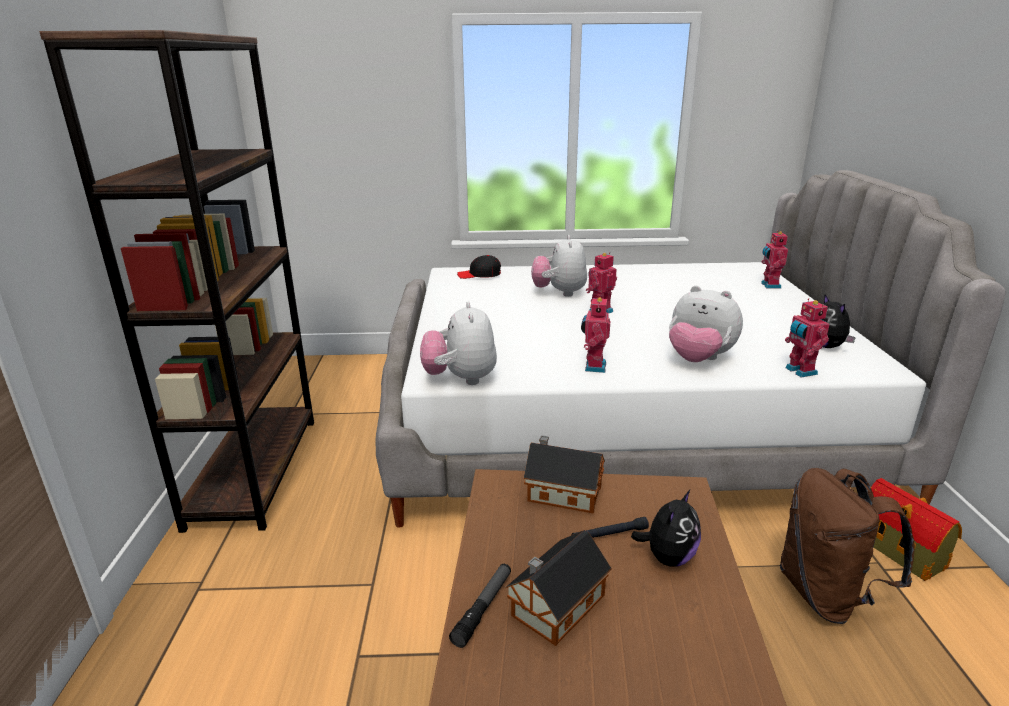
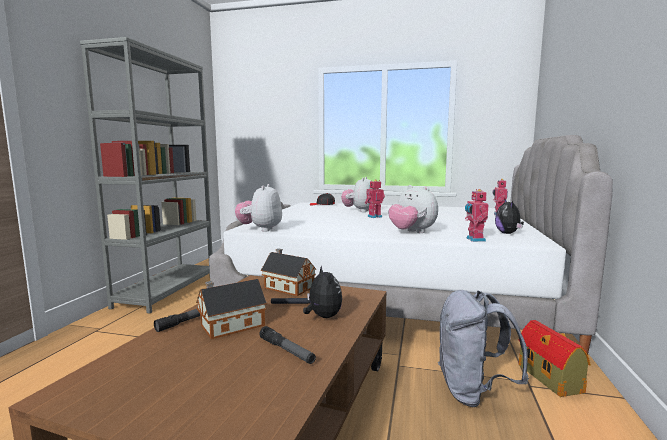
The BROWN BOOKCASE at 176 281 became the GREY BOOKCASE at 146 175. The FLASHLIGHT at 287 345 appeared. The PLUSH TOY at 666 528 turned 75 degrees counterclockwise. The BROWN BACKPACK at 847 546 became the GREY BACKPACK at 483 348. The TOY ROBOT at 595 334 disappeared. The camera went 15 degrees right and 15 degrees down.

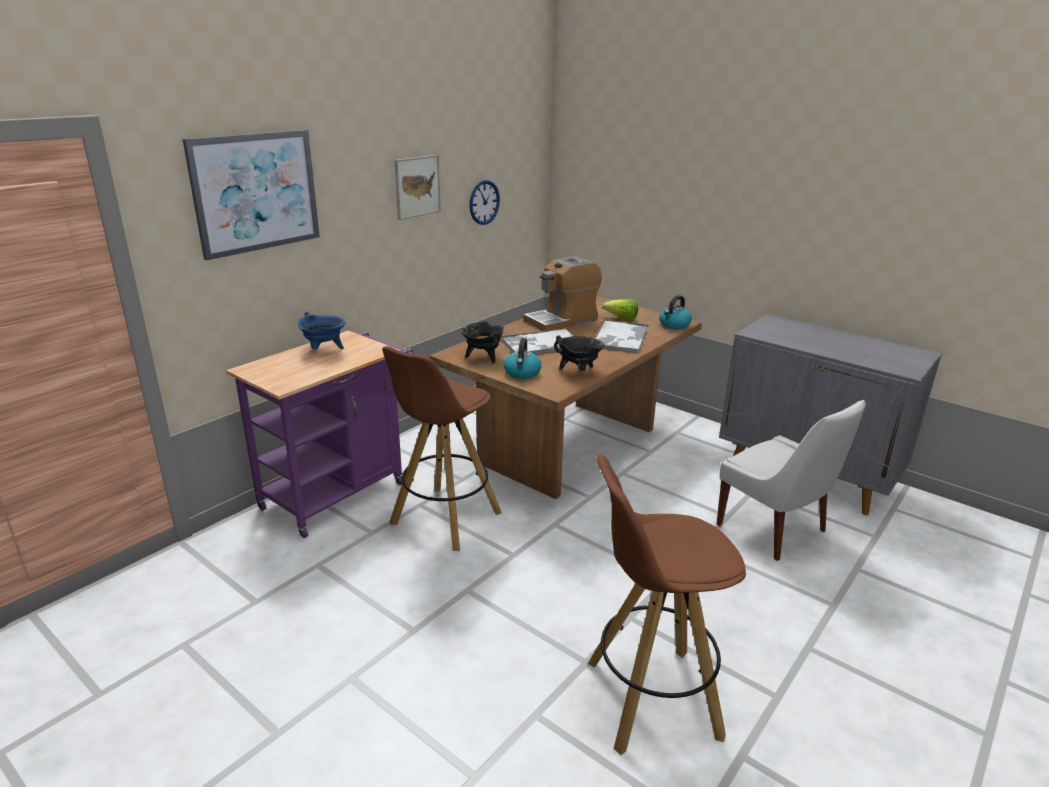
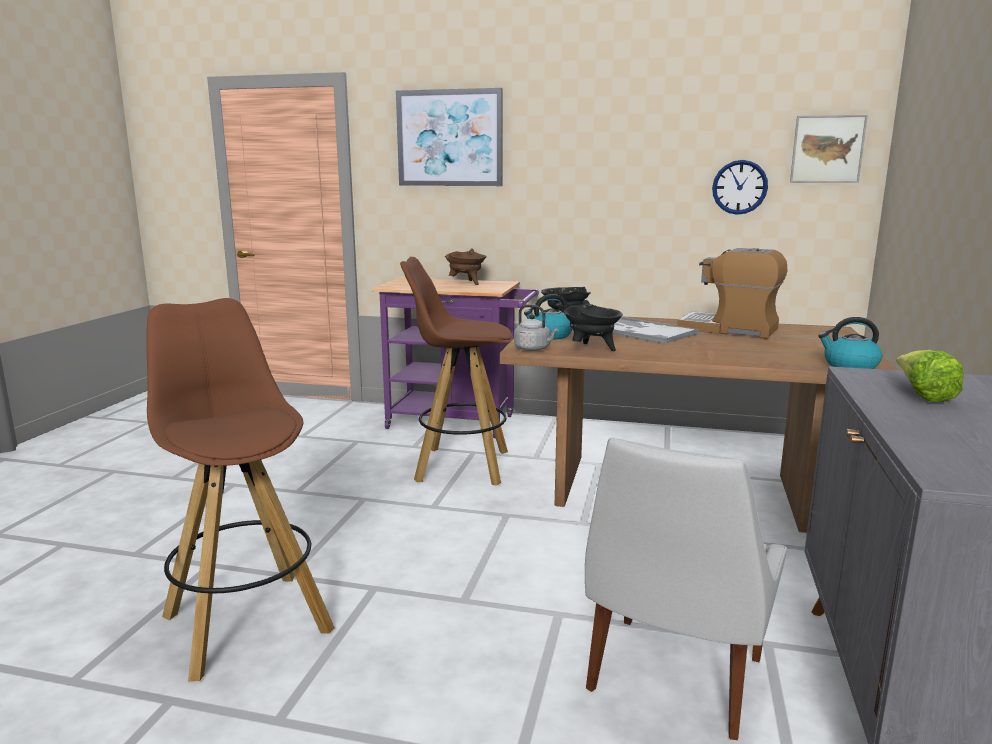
The BLUE COOKING POT at 322 330 became the BROWN COOKING POT at 466 266. The GREY KETTLE at 536 328 appeared. The PICTURE moved from 418 187 to 829 149. The LETTUCE moved from 620 310 to 930 376. The TRAY at 622 336 disappeared. The camera went 65 degrees right and 10 degrees down.

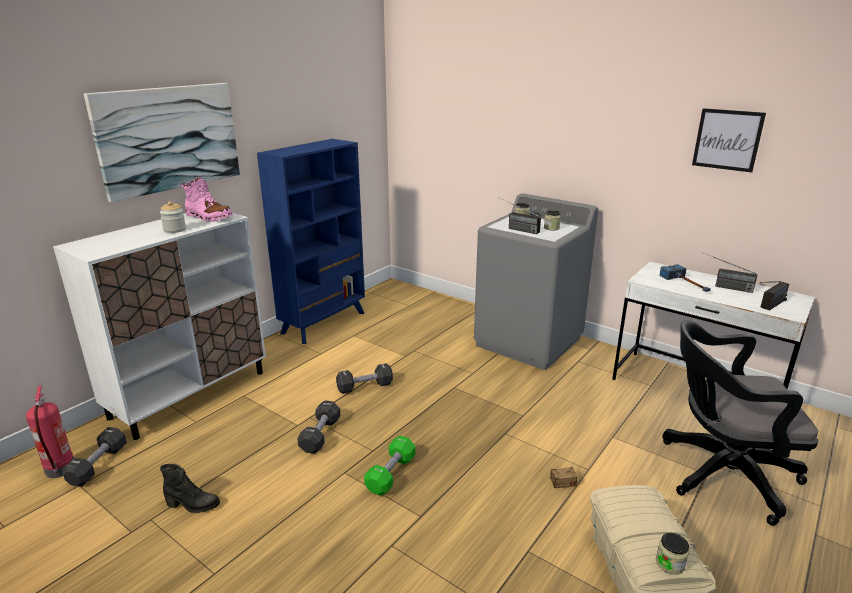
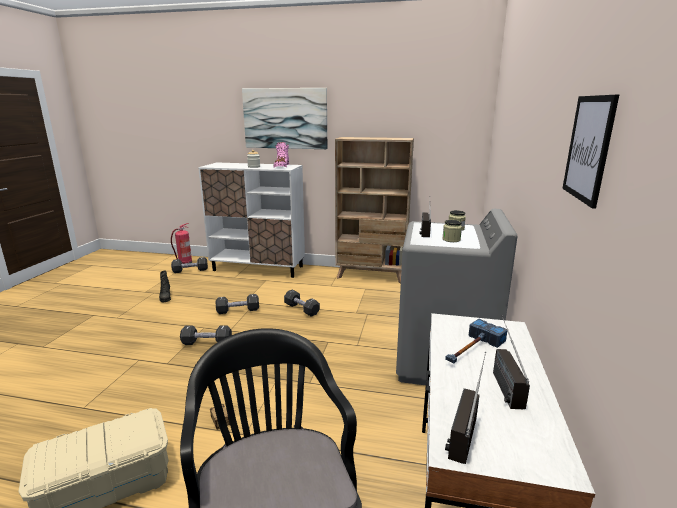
The GREEN DUMBBELL at 390 466 became the BLACK DUMBBELL at 206 335. The BLUE BOOKCASE at 311 241 became the BEIGE BOOKCASE at 374 210. The RADIO at 774 295 turned 90 degrees clockwise. The JAR at 672 554 disappeared. The camera went 65 degrees right and 5 degrees down.

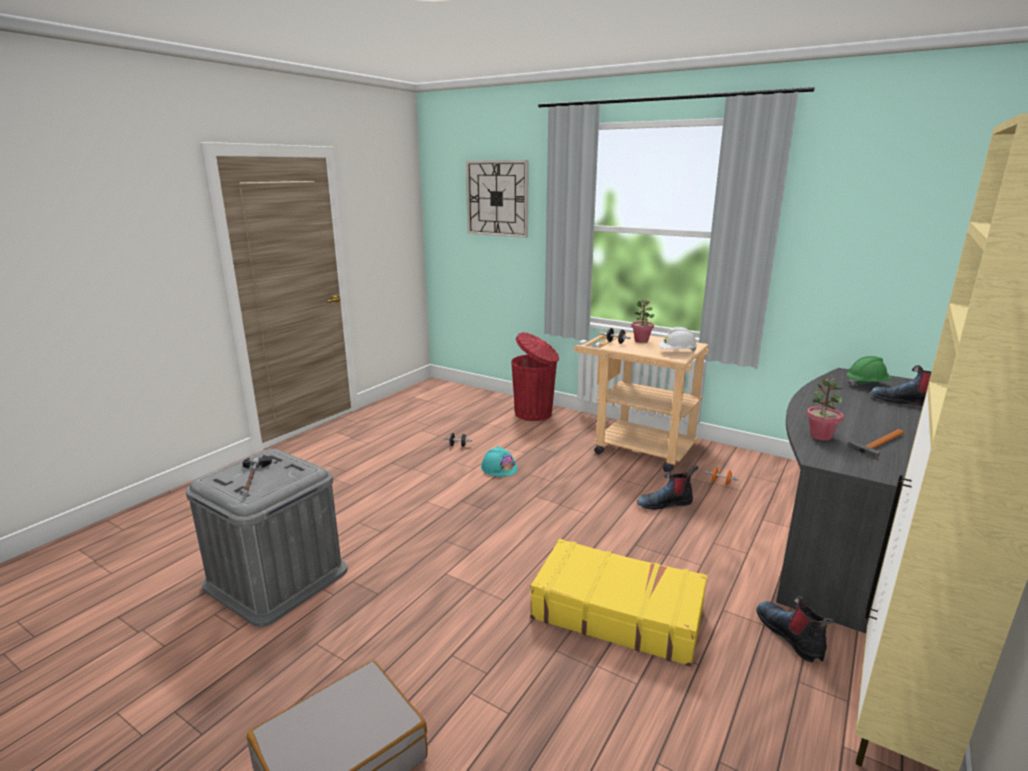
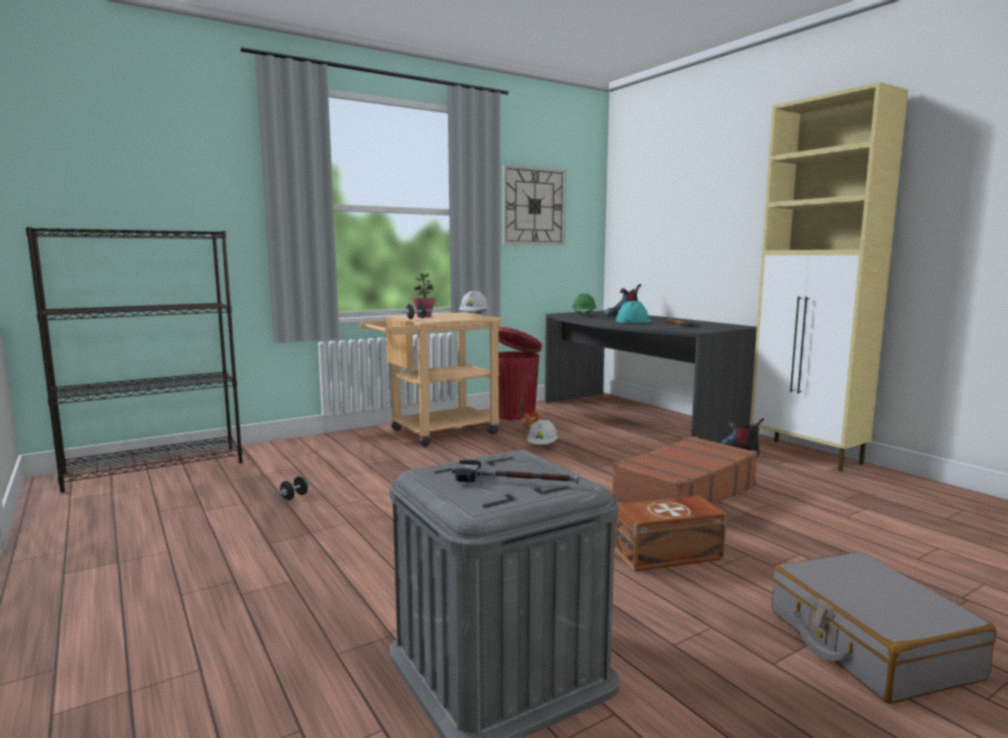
The BLACK BOOKCASE at 133 359 appeared. The RED TRASH CAN moved from 535 376 to 520 373. The WALL CLOCK moved from 497 199 to 534 205. The BOOT at 667 488 was replaced by the WHITE HARD HAT at 542 432. The YELLOW SUITCASE at 618 603 became the BROWN SUITCASE at 685 470. The BROWN STORAGE BOX at 670 534 appeared. The TURQUOISE HARD HAT moved from 499 461 to 634 312. The POTTED PLANT at 825 408 disappeared. The camera went 65 degrees left and 10 degrees down.

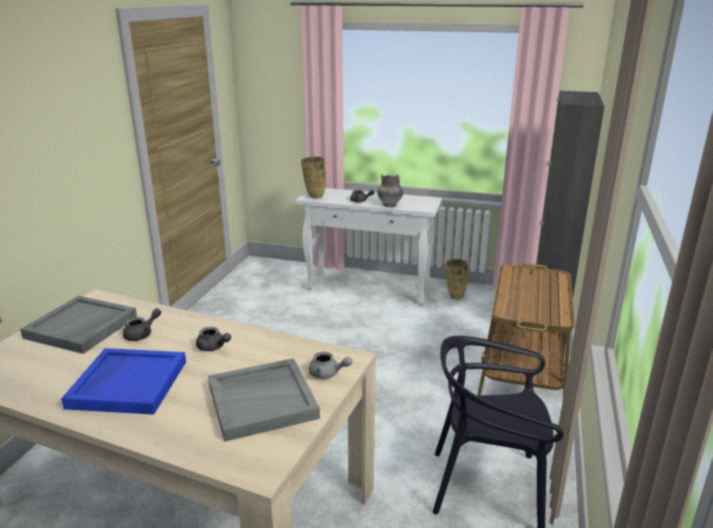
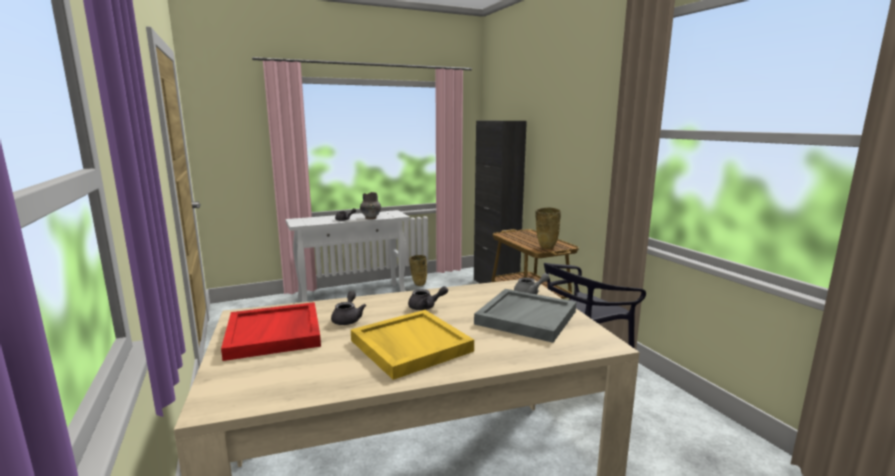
The GREY TRAY at 78 325 became the RED TRAY at 271 331. The BLUE TRAY at 123 381 became the YELLOW TRAY at 412 345. The BEIGE VASE moved from 313 177 to 548 228. The camera went 40 degrees left and 10 degrees down.

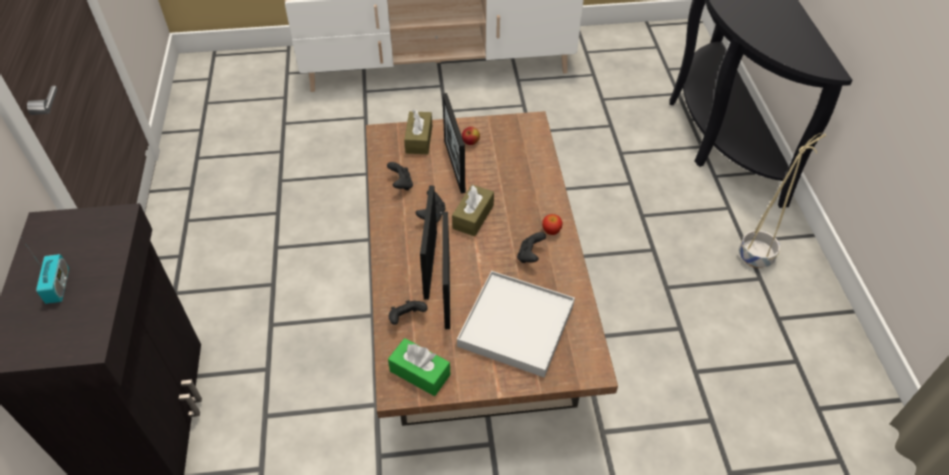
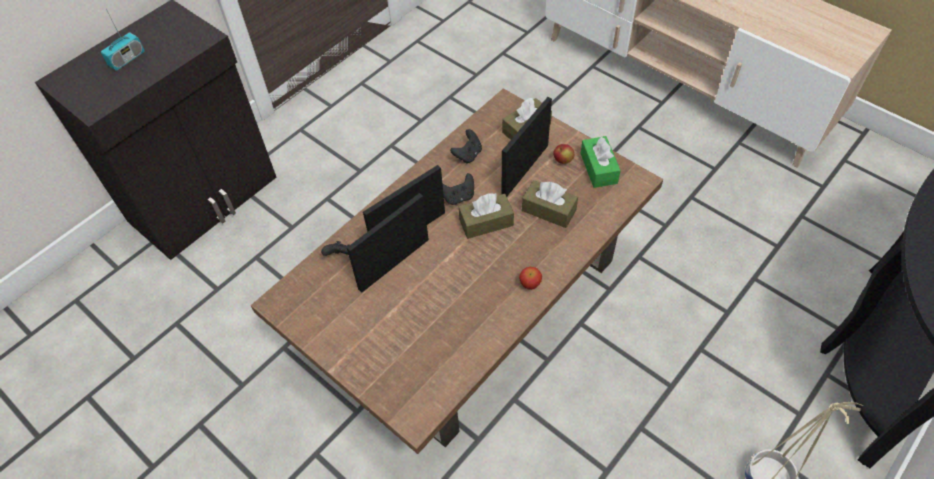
The BROWN TISSUE BOX at 550 204 appeared. The GREEN TISSUE BOX moved from 419 367 to 601 162. The WHITE TRAY at 516 324 disappeared. The BLACK GAME CONTROLLER at 531 247 disappeared. The camera went 50 degrees right and 5 degrees up.

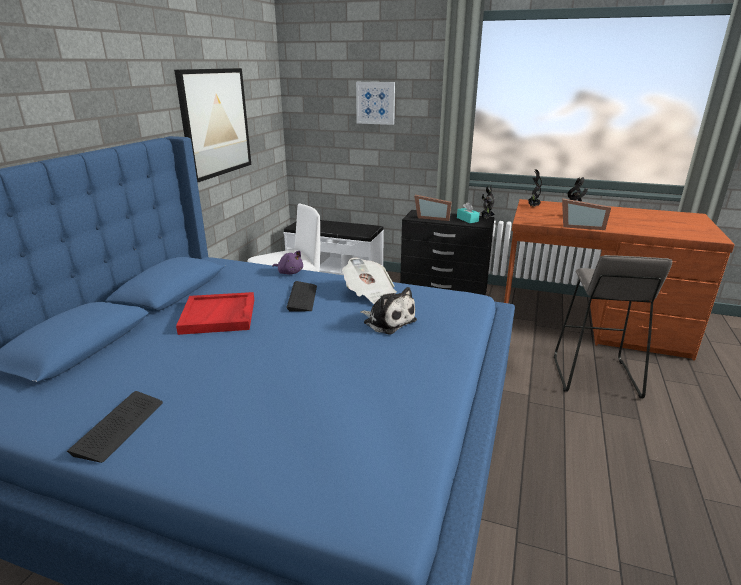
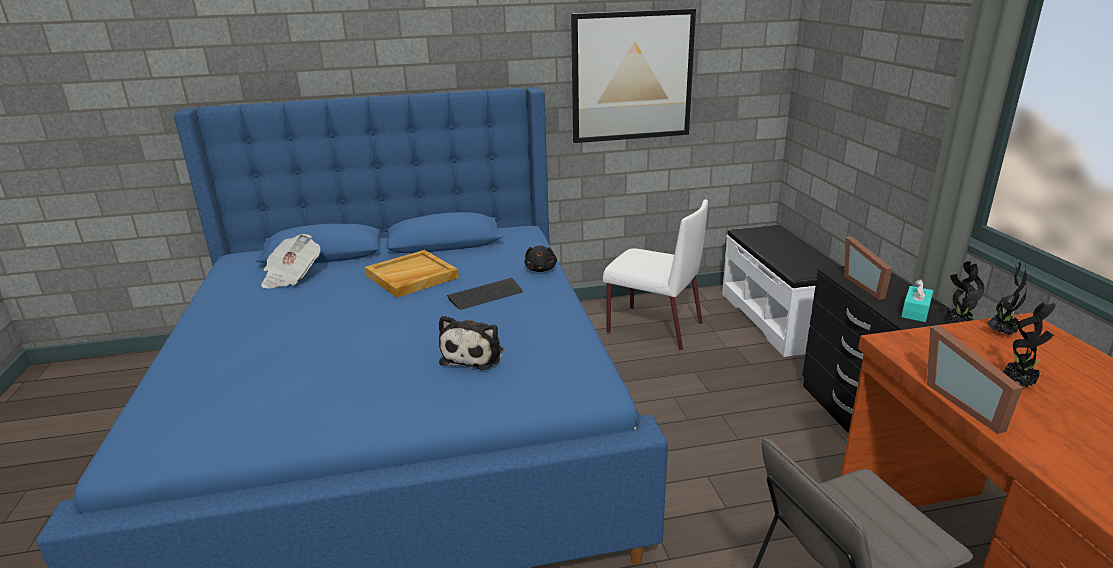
The NEWSPAPER moved from 369 281 to 290 261. The RED TRAY at 215 313 became the BEIGE TRAY at 412 274. The PURPLE PLUSH TOY at 287 263 became the BLACK PLUSH TOY at 540 259. The KEYBOARD at 115 427 disappeared. The PICTURE at 375 103 disappeared. The camera went 60 degrees right and 0 degrees up.

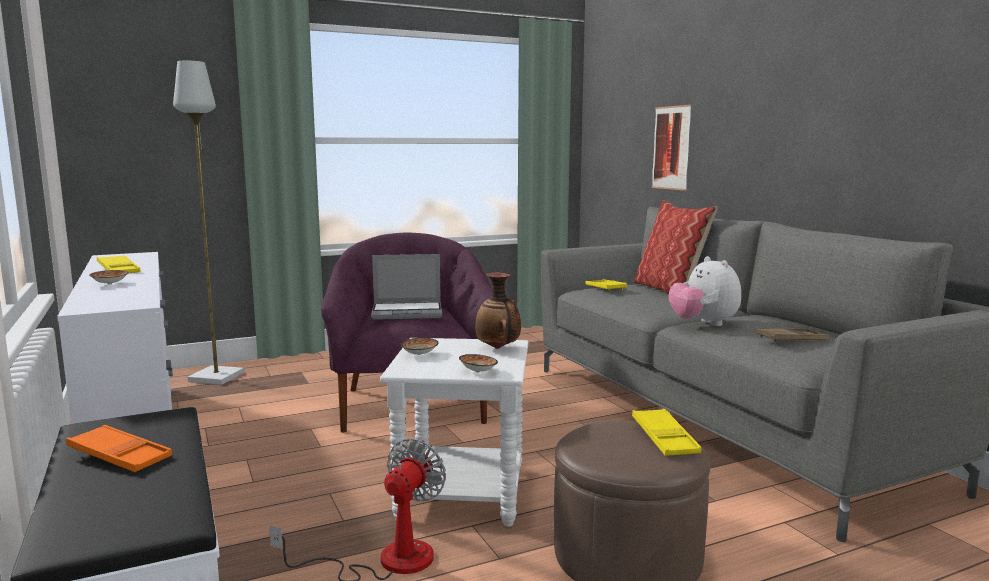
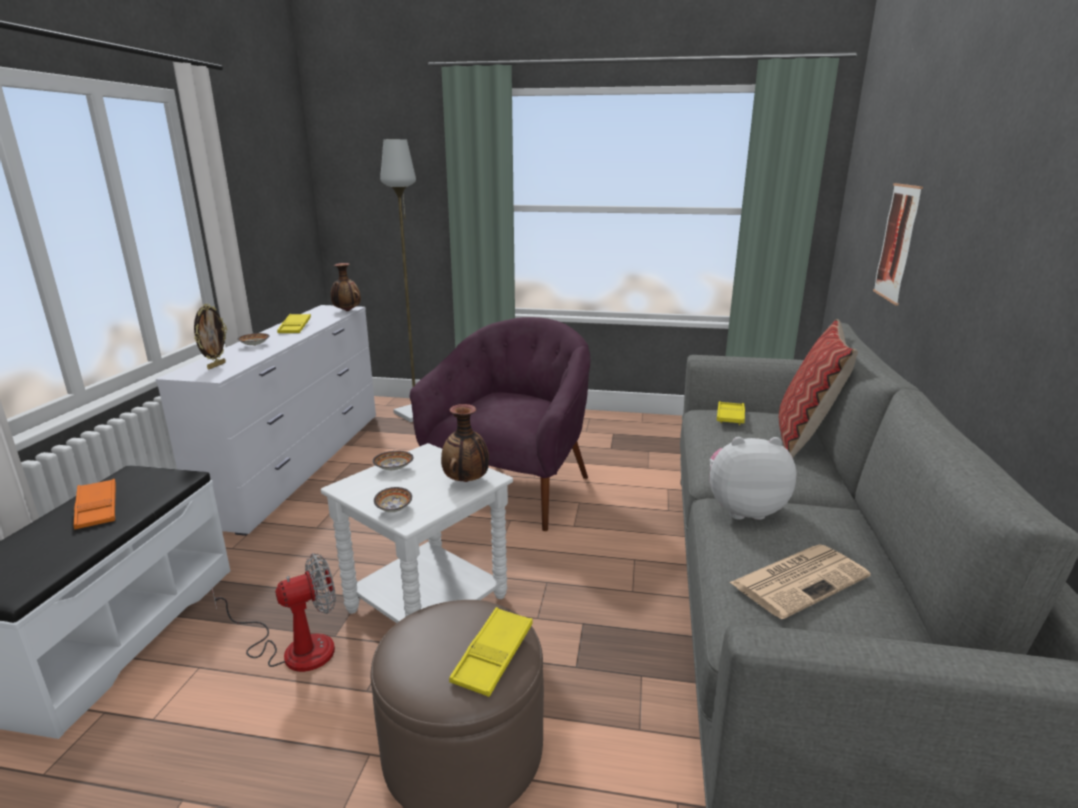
The PICTURE FRAME at 210 336 appeared. The VASE at 346 287 appeared. The PLUSH TOY at 705 291 turned 75 degrees clockwise. The BROWN TRAY at 792 335 was replaced by the NEWSPAPER at 800 582. The LAPTOP at 406 287 disappeared. The camera went 35 degrees right and 10 degrees up.

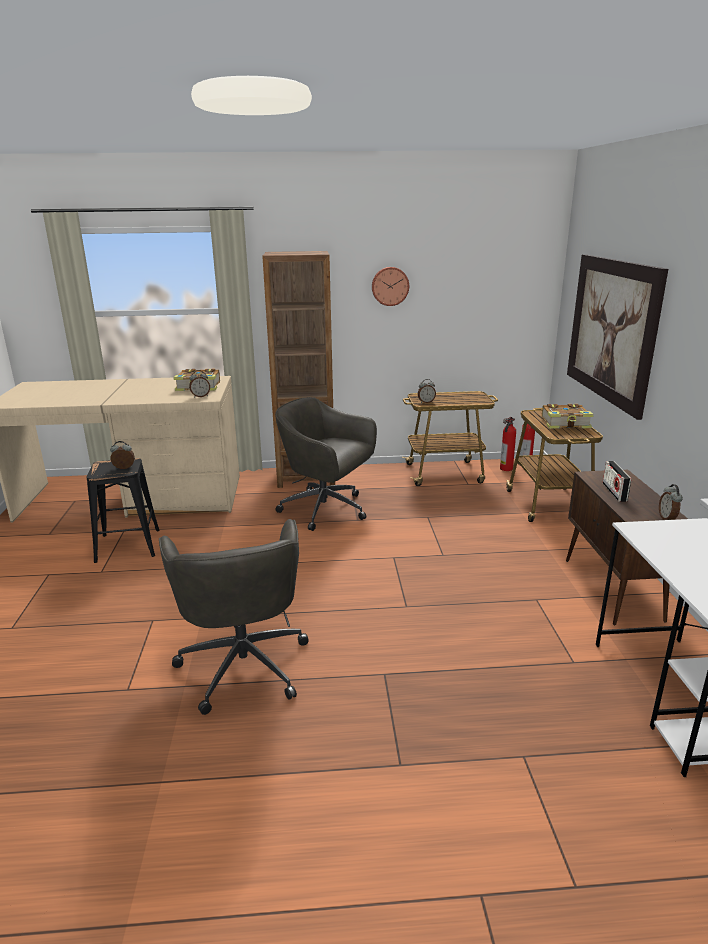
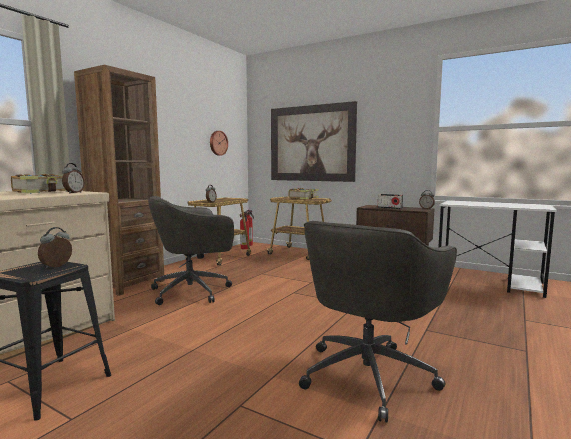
The WALL CLOCK moved from 390 286 to 219 143. The GREY OFFICE CHAIR at 234 617 turned 105 degrees clockwise. The camera went 55 degrees left and 15 degrees down.

